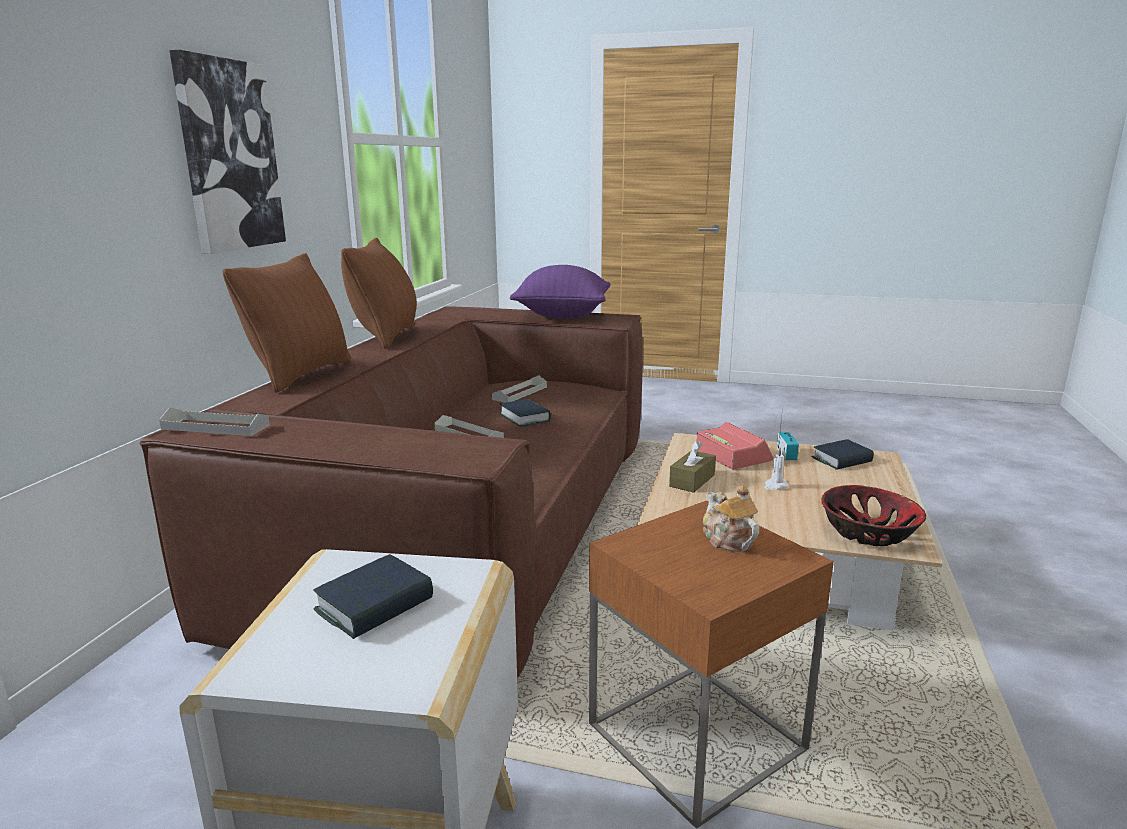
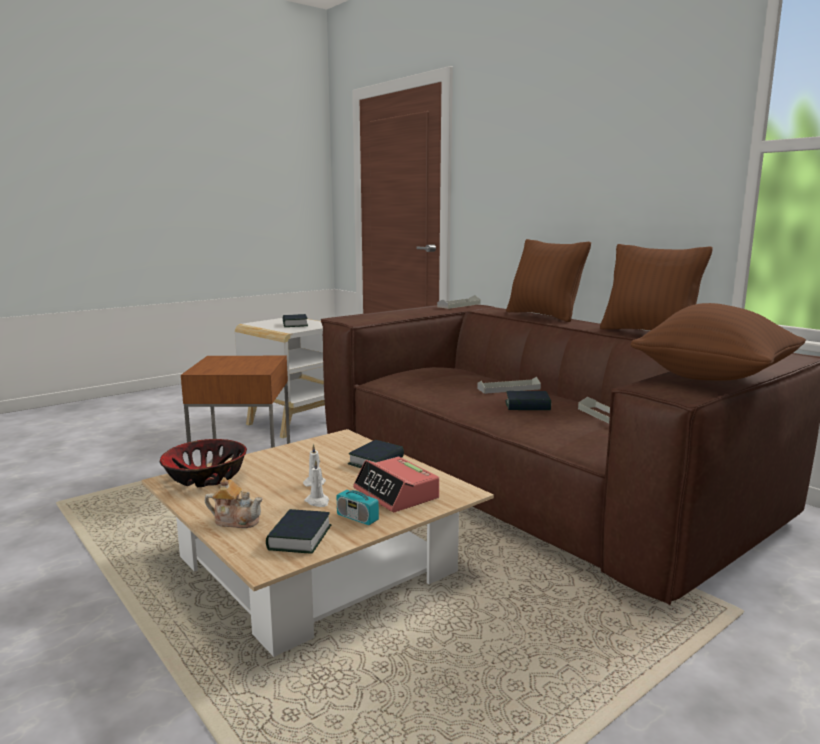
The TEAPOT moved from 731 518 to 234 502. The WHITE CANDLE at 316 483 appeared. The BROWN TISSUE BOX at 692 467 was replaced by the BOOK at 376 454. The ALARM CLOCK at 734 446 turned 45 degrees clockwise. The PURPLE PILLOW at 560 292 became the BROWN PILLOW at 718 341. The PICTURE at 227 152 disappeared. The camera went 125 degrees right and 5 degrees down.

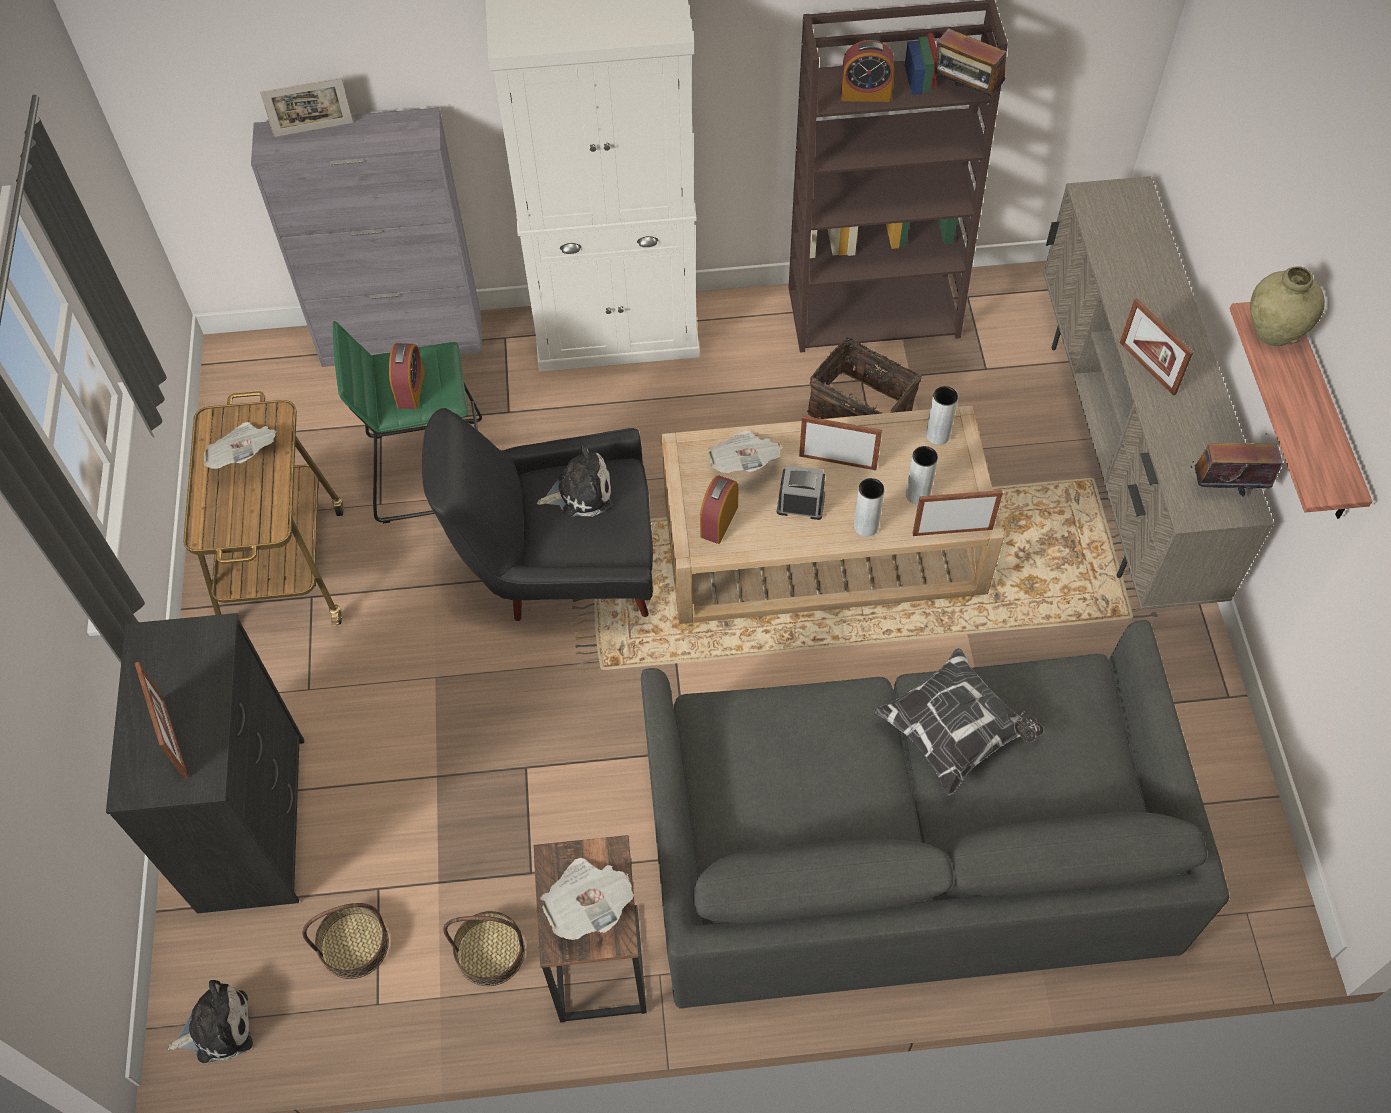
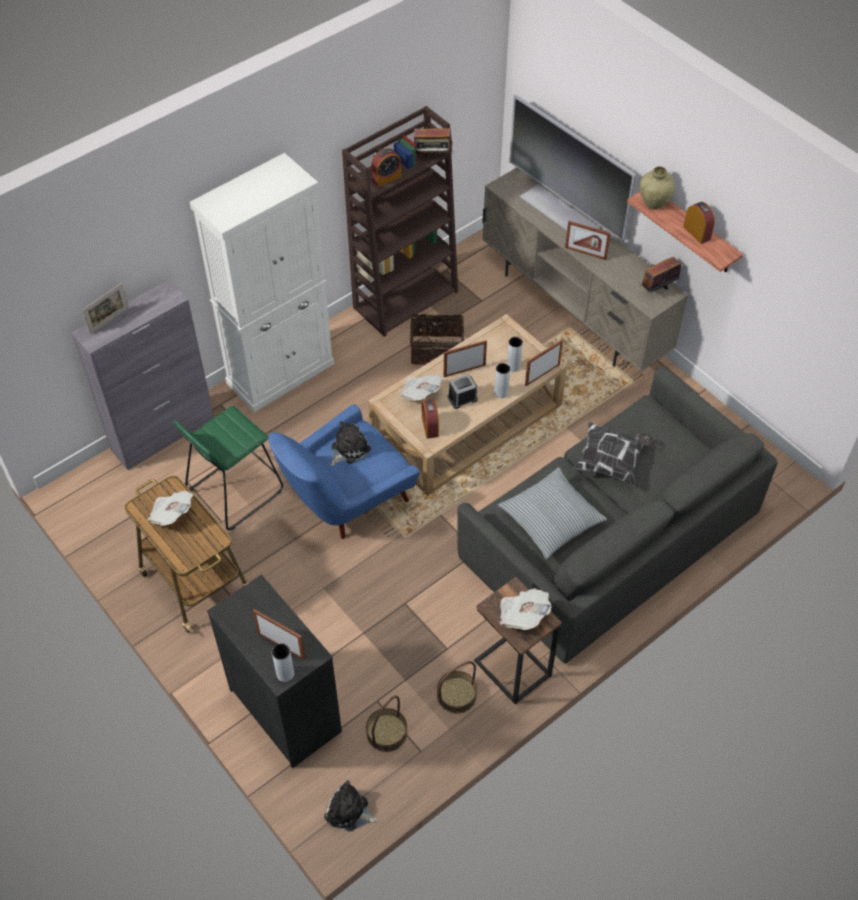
The BLACK ARMCHAIR at 537 514 became the BLUE ARMCHAIR at 344 471. The GREY VASE moved from 942 415 to 283 662. The PLUSH TOY at 210 1021 turned 105 degrees counterclockwise. The PILLOW at 552 513 appeared. The TELEVISION at 572 168 appeared. The ALARM CLOCK moved from 407 376 to 699 223. The camera went 35 degrees left and 5 degrees down.

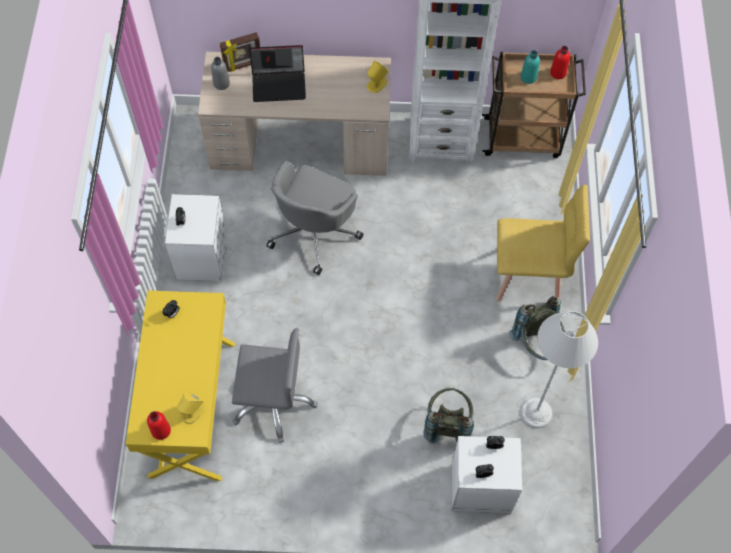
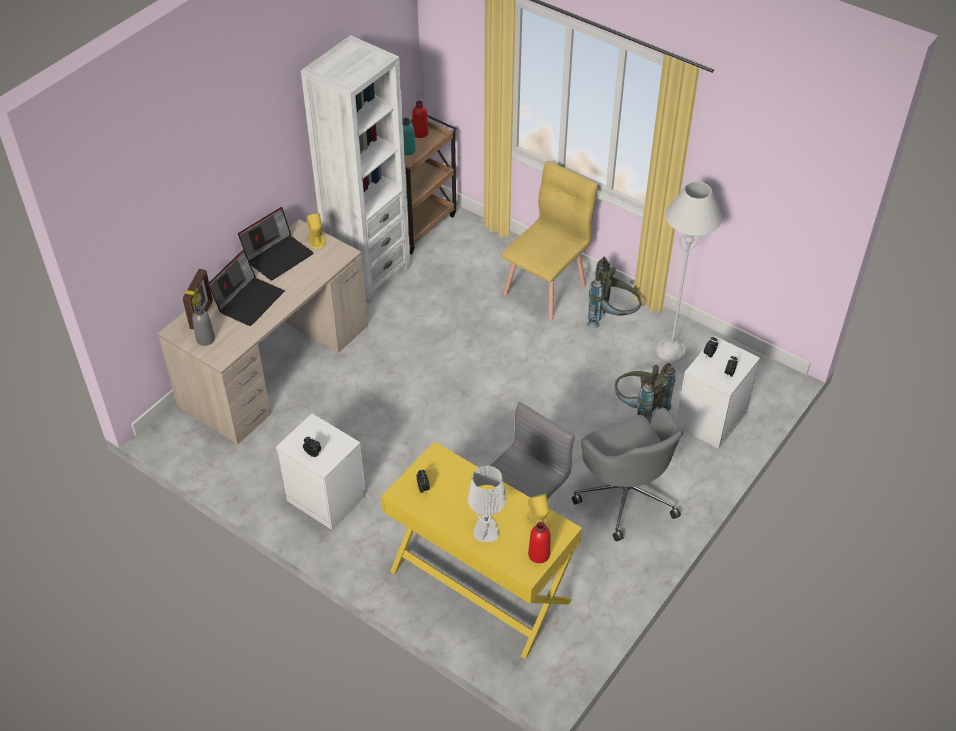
The LAPTOP at 275 244 appeared. The GREY TABLE LAMP at 487 504 appeared. The GREY OFFICE CHAIR moved from 315 218 to 628 474. The camera went 55 degrees left and 15 degrees down.

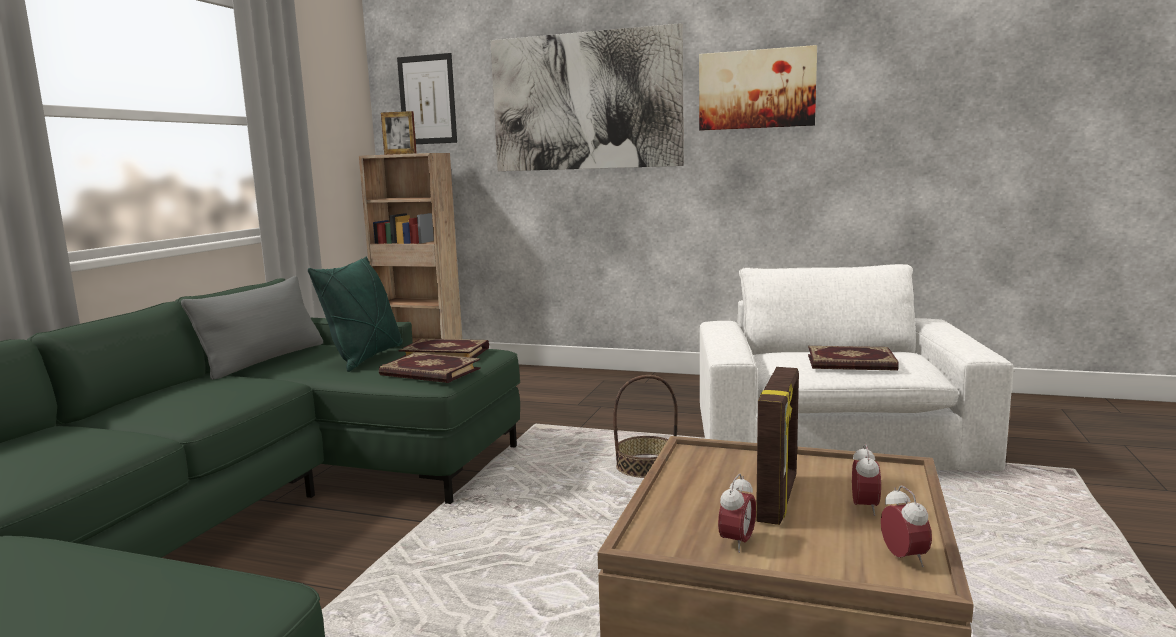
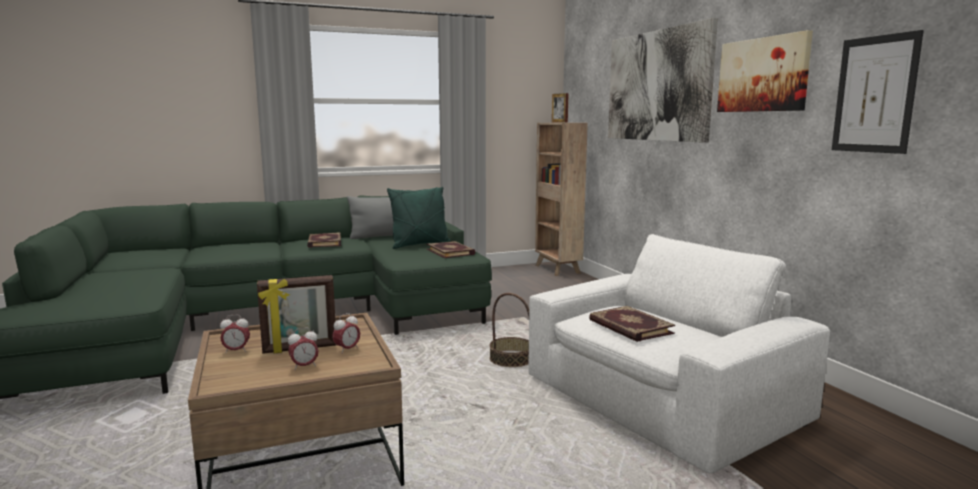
The BOOK moved from 430 367 to 324 240. The ALARM CLOCK moved from 906 526 to 346 333. The PICTURE moved from 427 98 to 878 92. The camera went 50 degrees right and 0 degrees up.

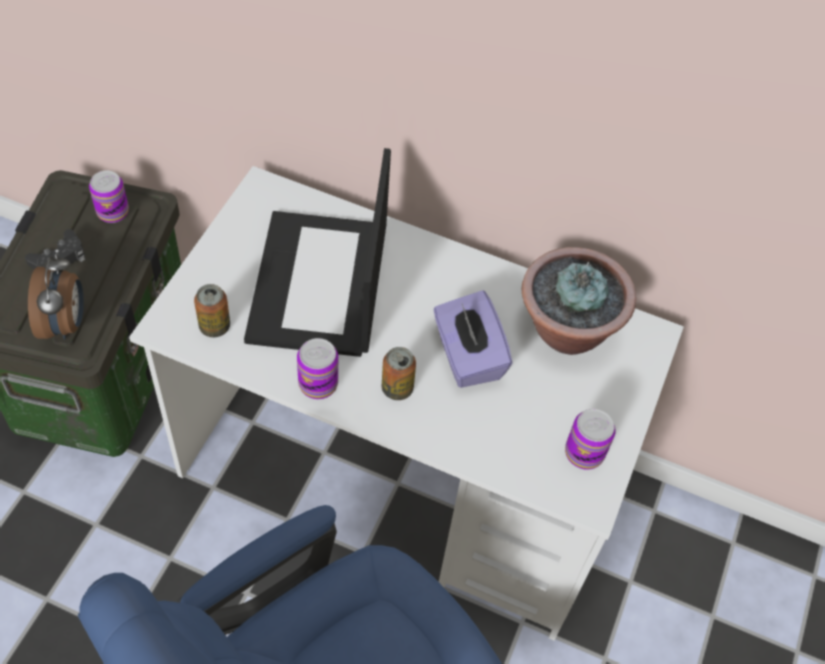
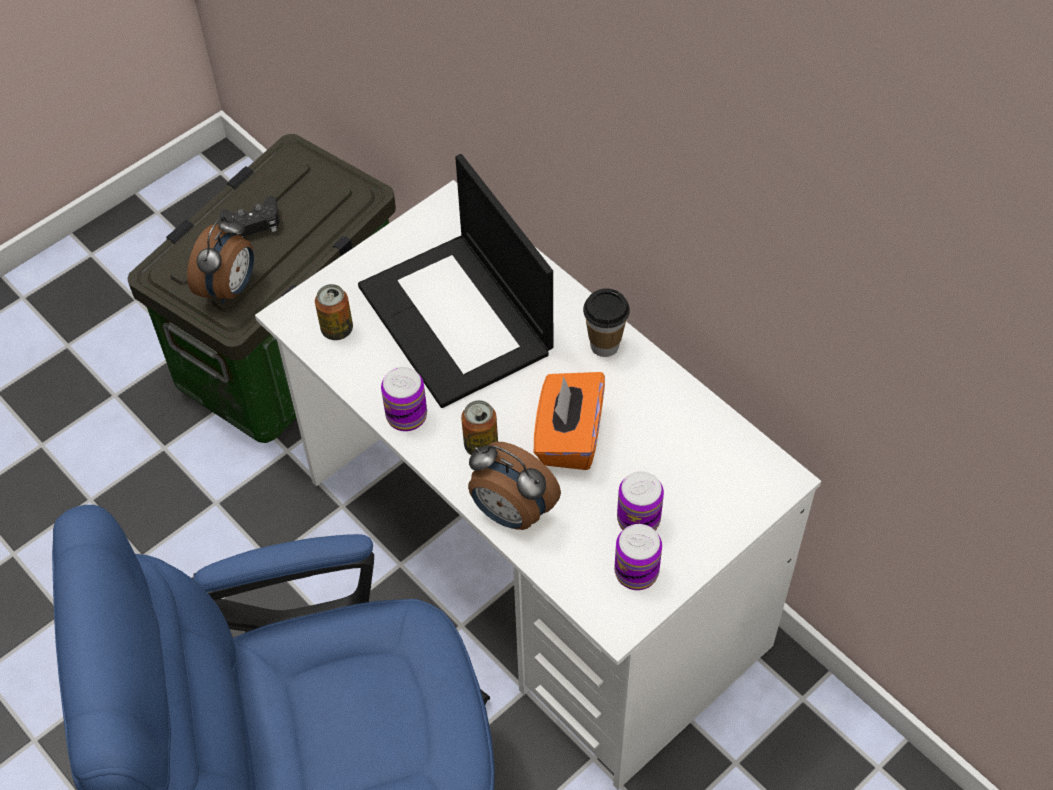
The LAPTOP at 317 252 turned 60 degrees counterclockwise. The ALARM CLOCK at 514 486 appeared. The PURPLE TISSUE BOX at 473 339 became the ORANGE TISSUE BOX at 569 421. The CUP at 606 323 appeared. The CAN moved from 109 197 to 640 500. The POTTED PLANT at 579 301 disappeared. The camera went 30 degrees right and 0 degrees up.

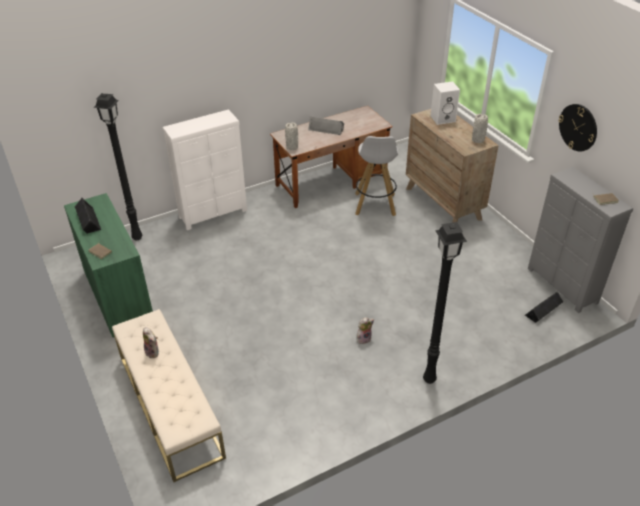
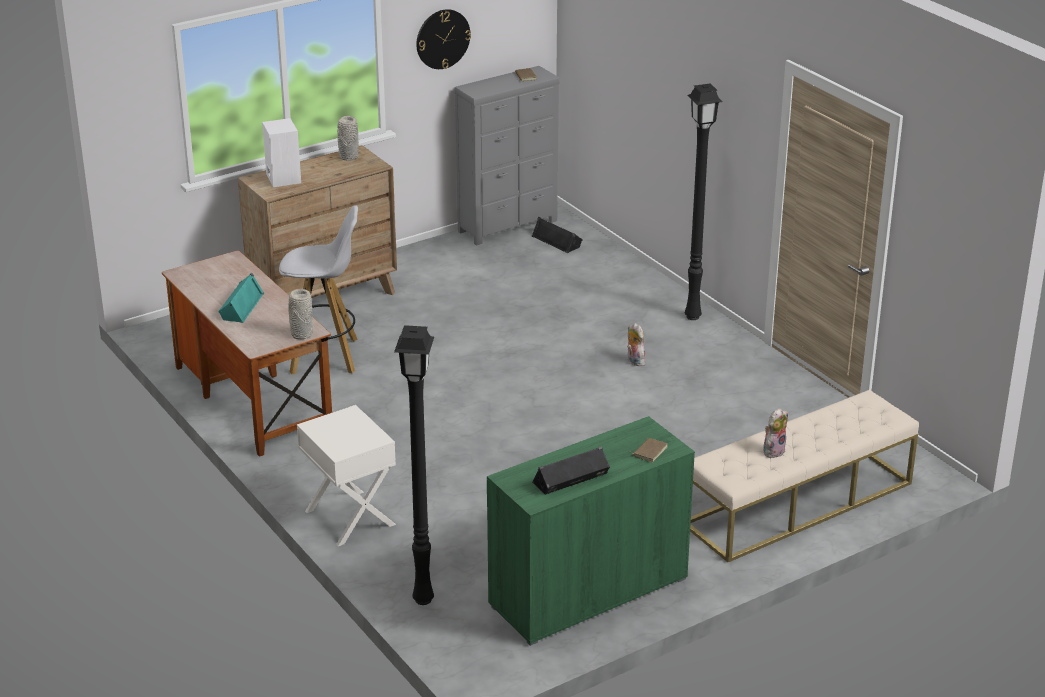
The GREY SPEAKER at 326 125 became the TURQUOISE SPEAKER at 241 298. The WHITE DRESSER at 205 169 was replaced by the WHITE NIGHTSTAND at 346 475. The camera went 95 degrees left and 10 degrees down.

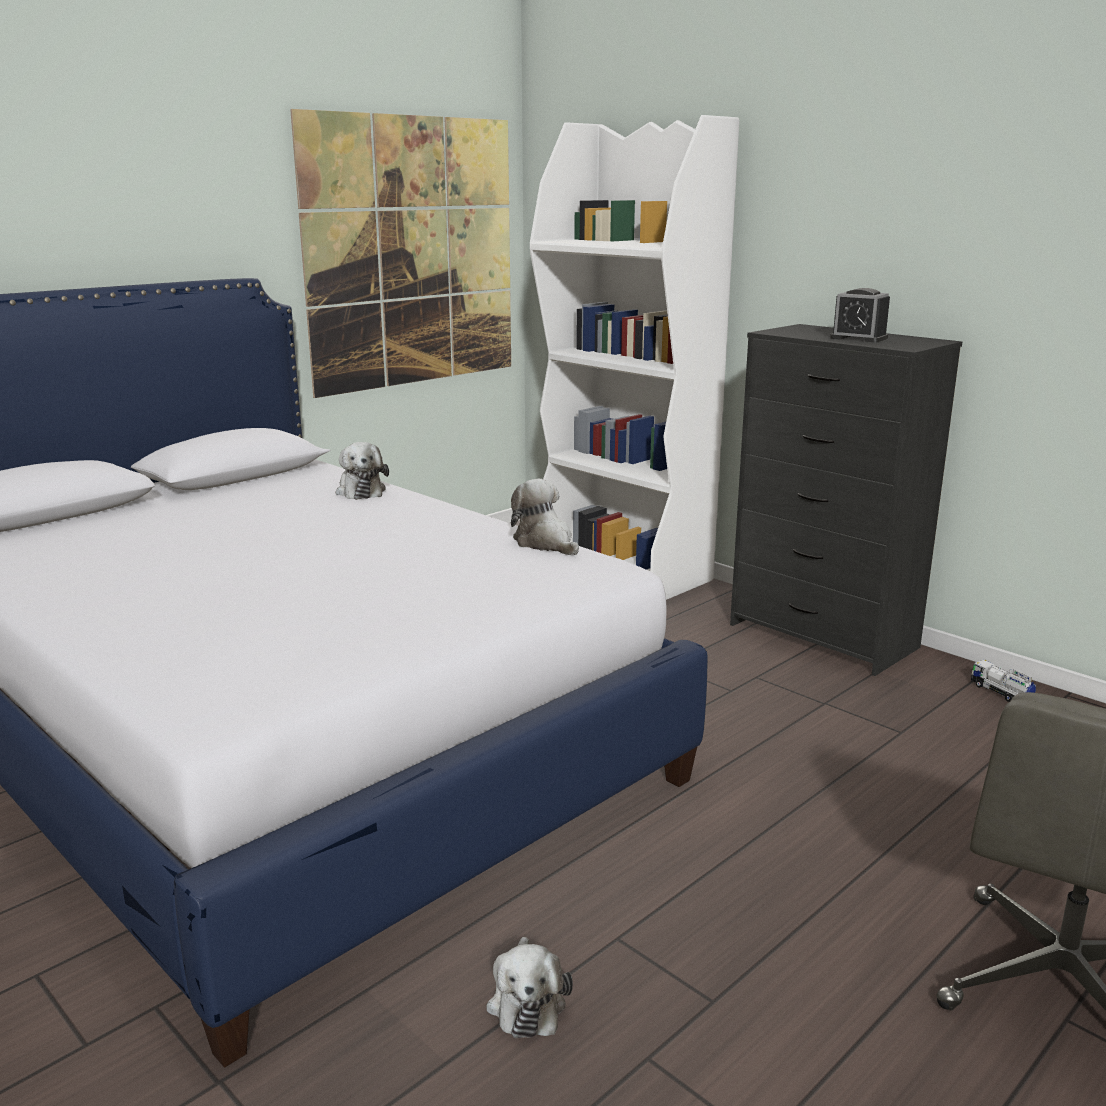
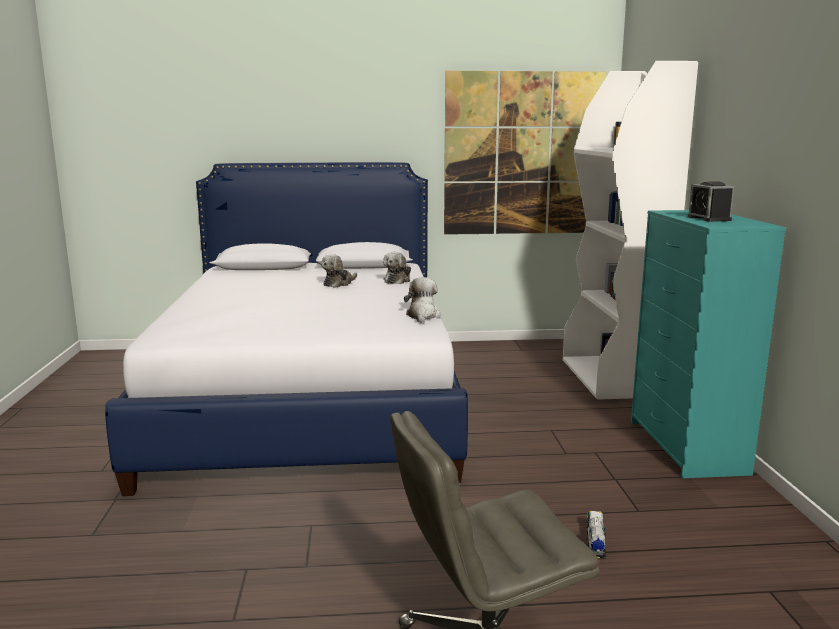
The PLUSH TOY moved from 529 987 to 339 271. The TOY TRUCK moved from 1003 681 to 596 535. The BLACK DRESSER at 846 500 became the TURQUOISE DRESSER at 708 344. The camera went 40 degrees right and 5 degrees down.

